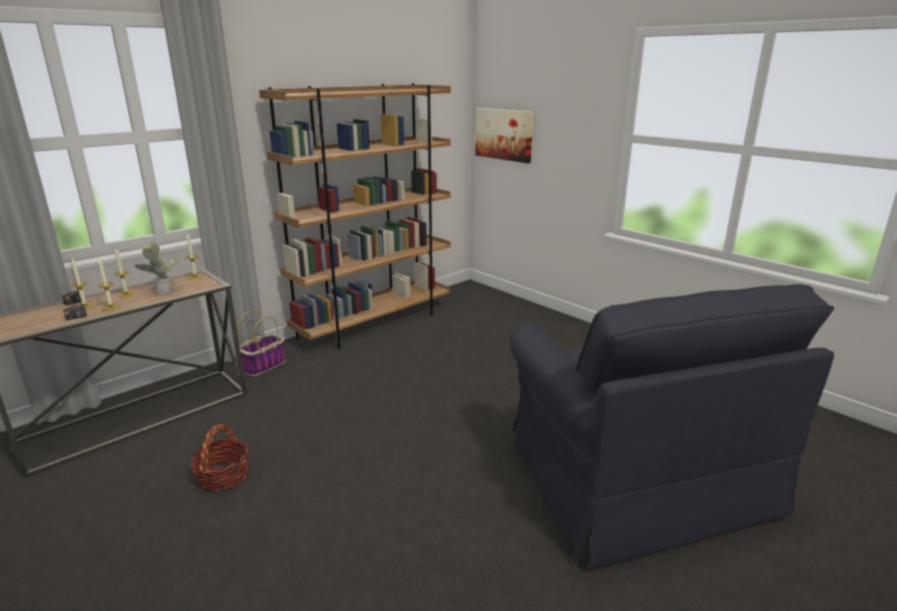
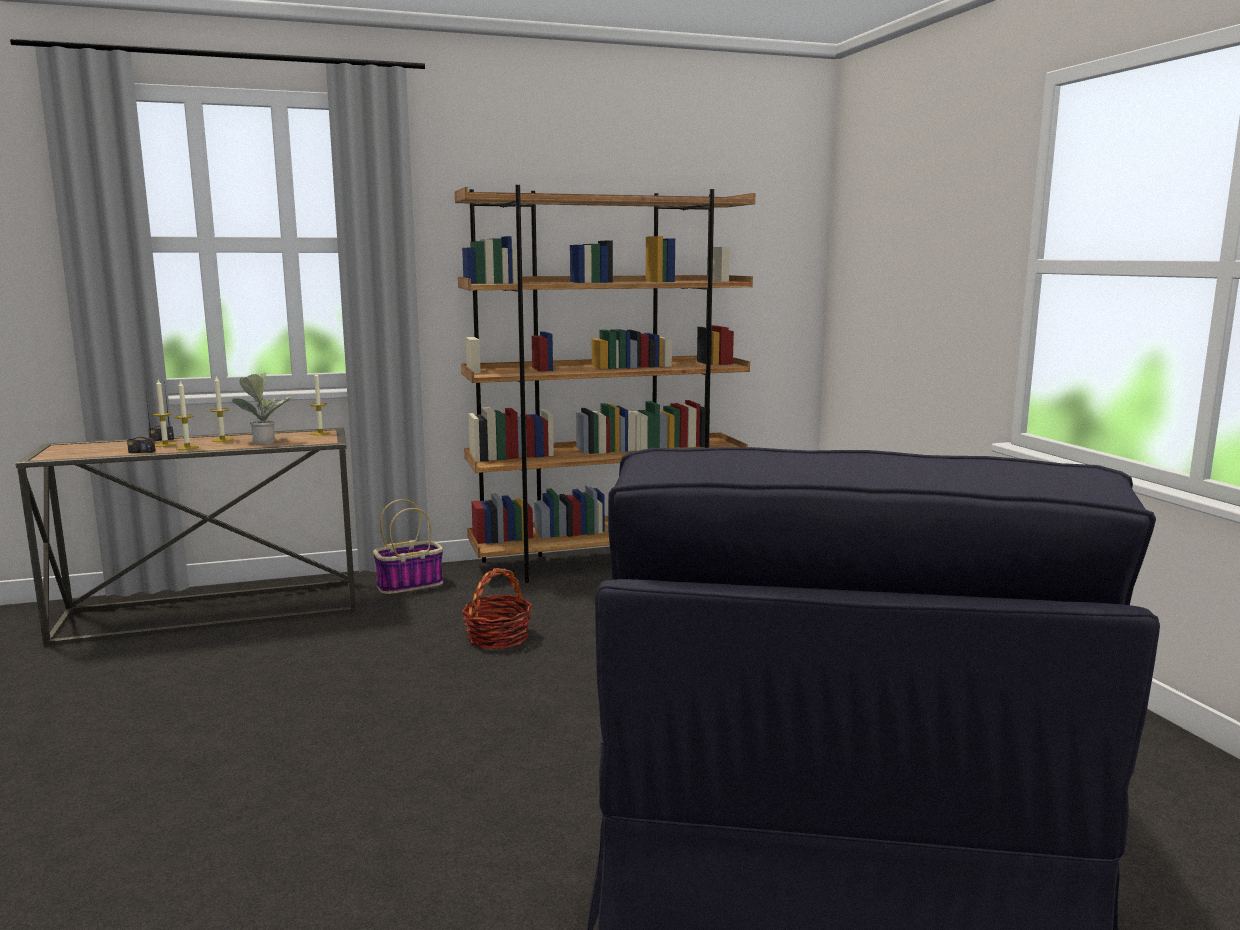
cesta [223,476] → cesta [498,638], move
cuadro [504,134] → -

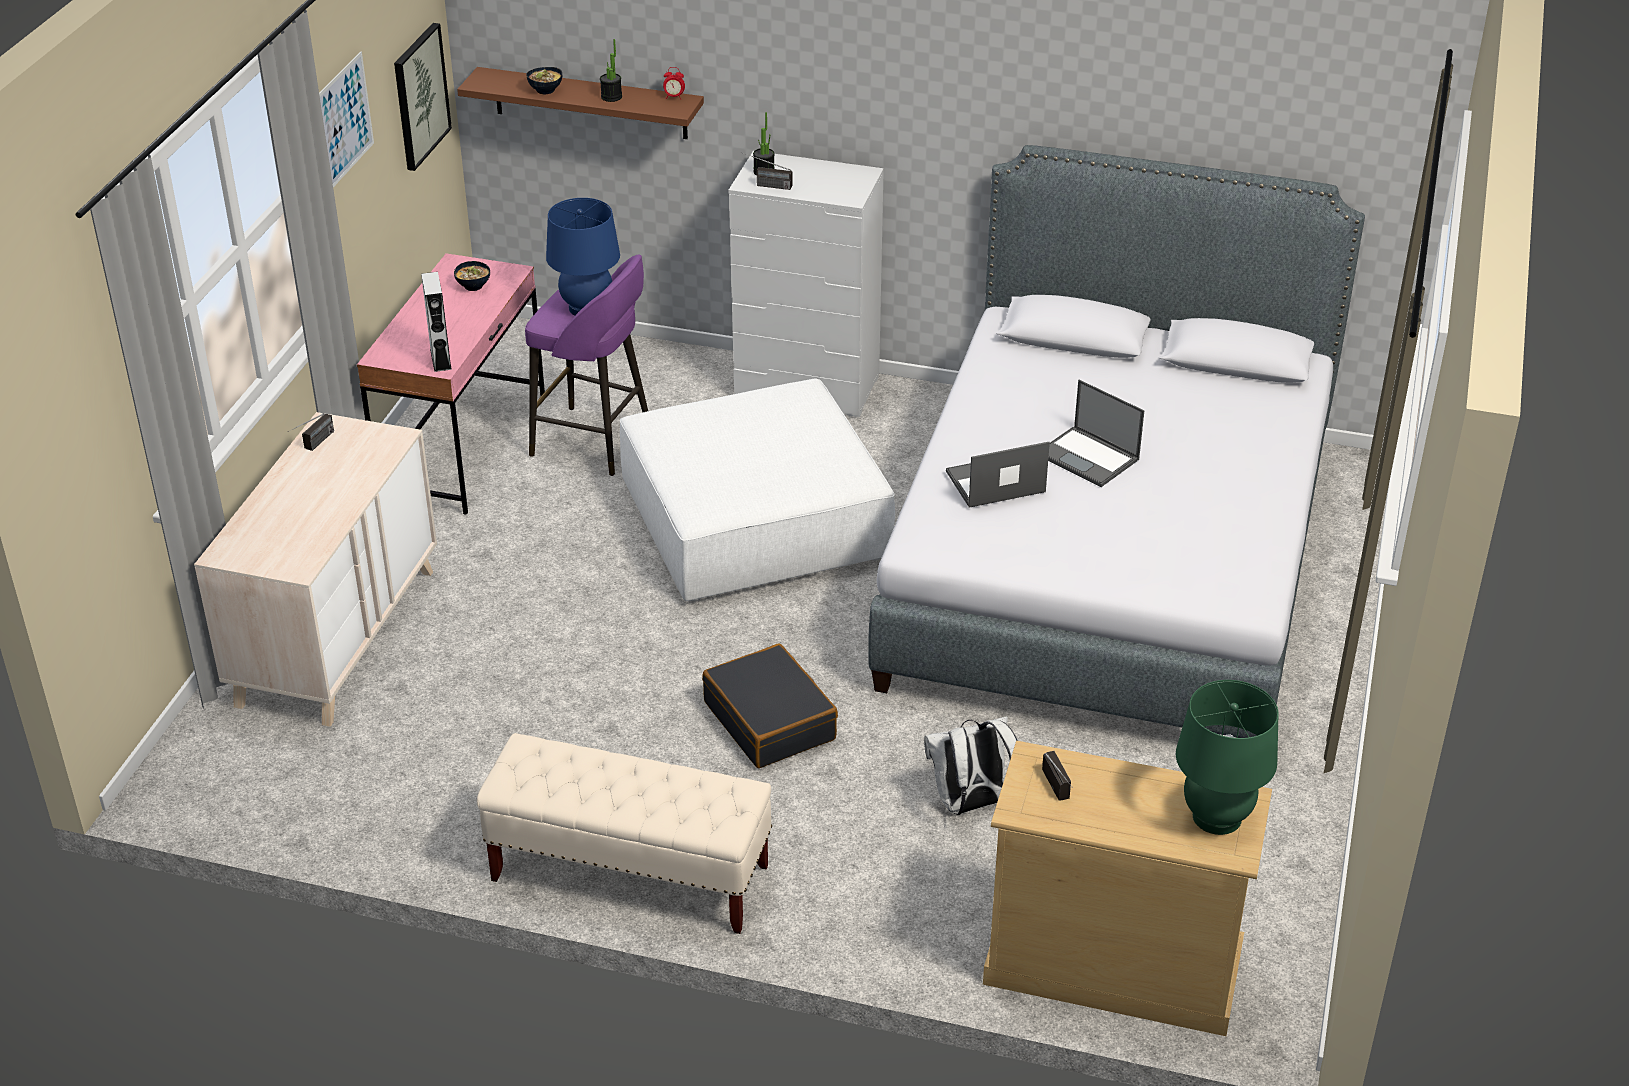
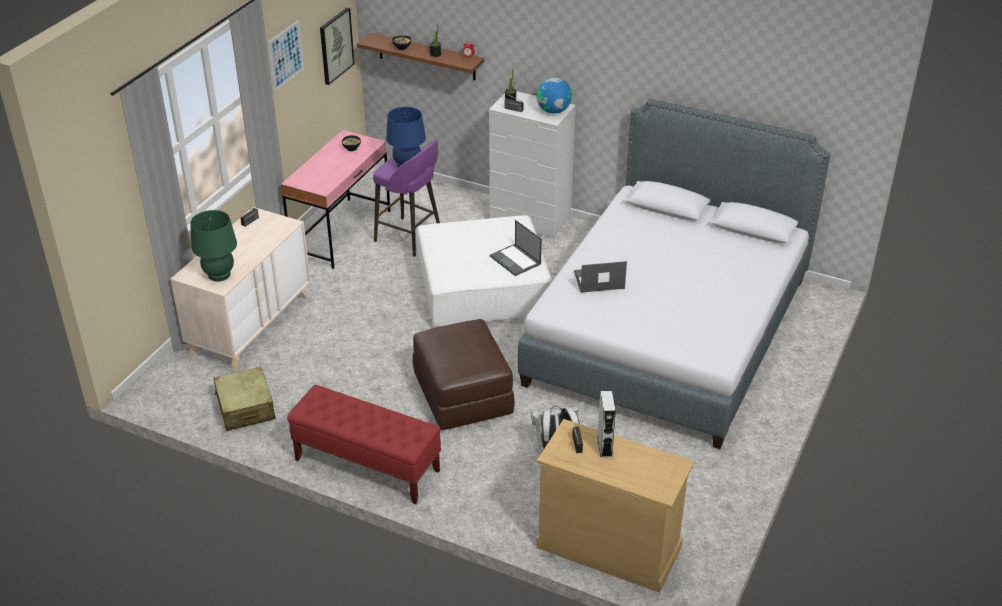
altavoz (gris) [440,359] → altavoz (gris) [604,446], move
banco (beis) [629,874] → banco (rojo) [367,465]
maleta (negro) [770,720] → puf (marrón) [462,395]
portátil [1089,457] → portátil [516,260], move
lámpara de mesa (verde) [1217,817] → lámpara de mesa (verde) [219,275], move
- → maleta (beis) [245,408]
- → globo terráqueo [553,110]

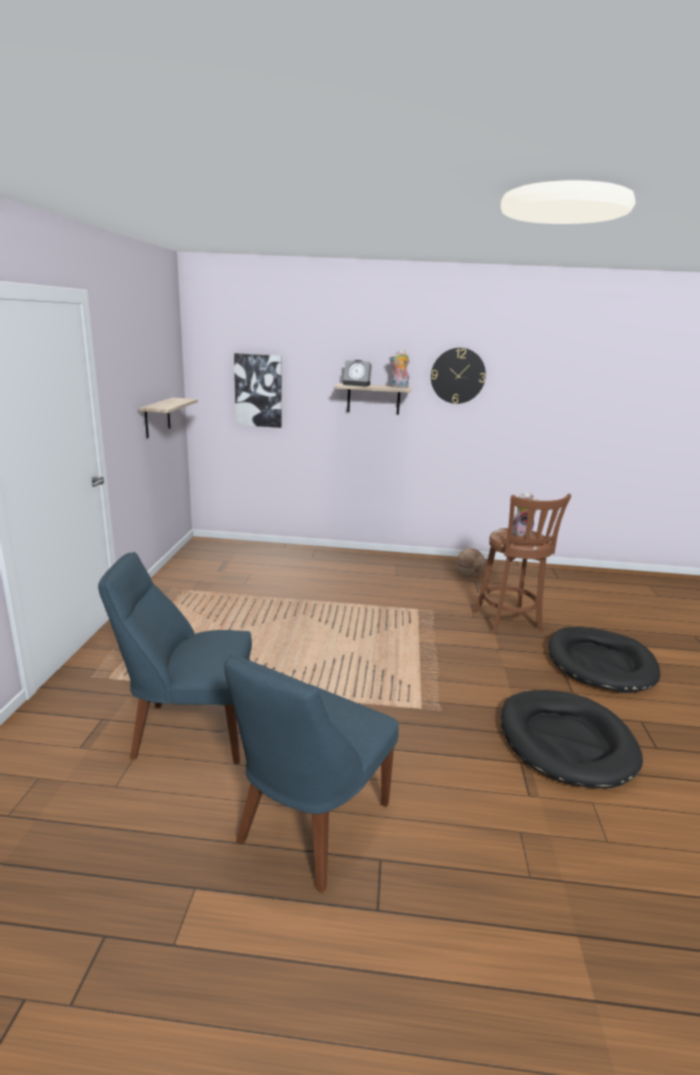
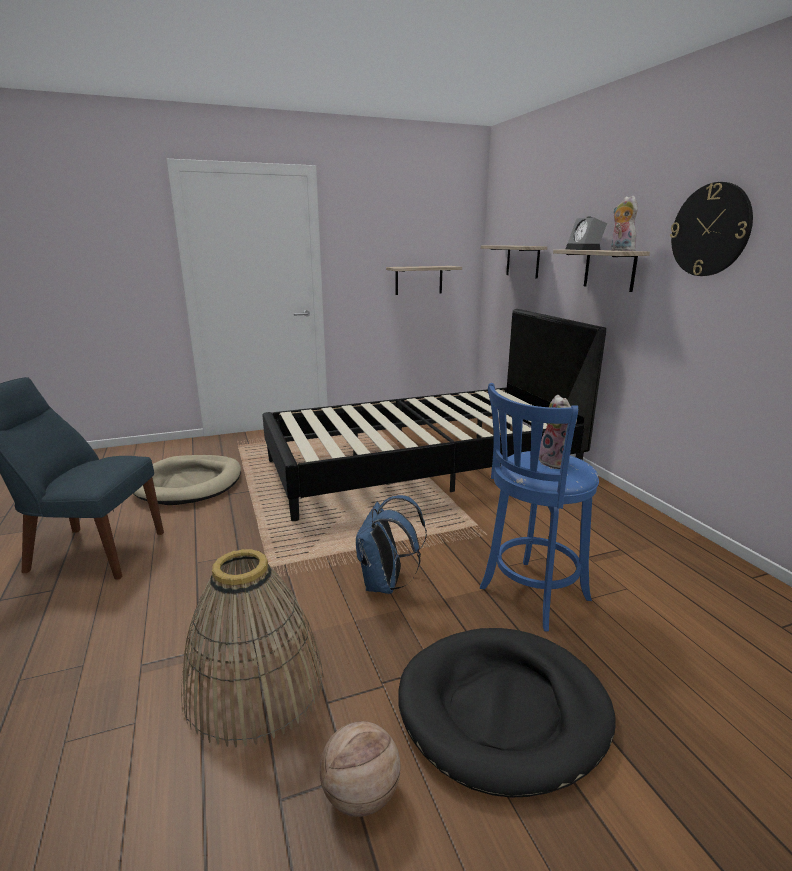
silla (azul) [188,731] → cama para perro (beis) [190,483]
cuadro [258,390] → estante [522,261]
balón de baloncesto [469,574] → balón de baloncesto [361,795], move
taburete (marrón) [509,622] → taburete (azul) [530,596]
cama para perro (negro) [565,741] → cesta [255,686]
- → cama (negro) [423,466]
- → mochila (azul) [385,584]

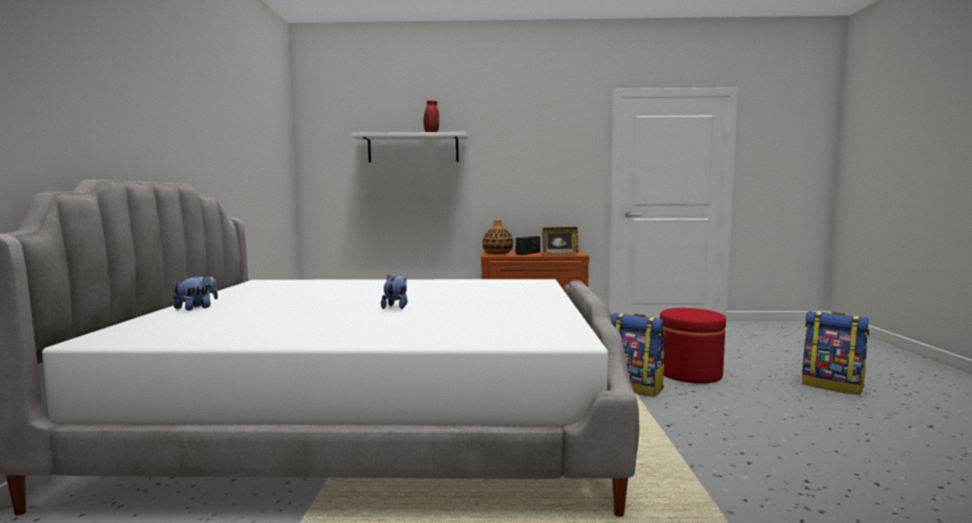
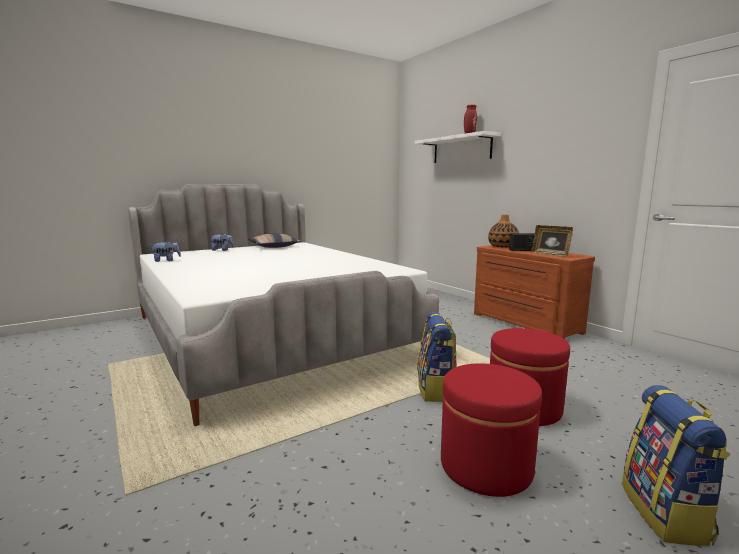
peluche [396,307] → peluche [166,261], move
- → cojín [274,246]
- → puf (rojo) [486,466]

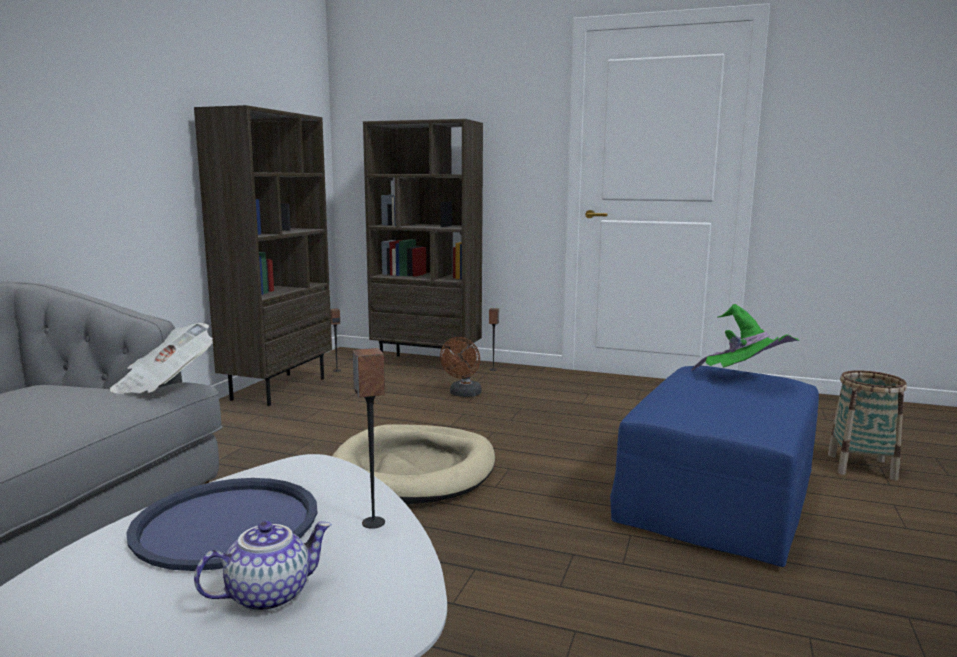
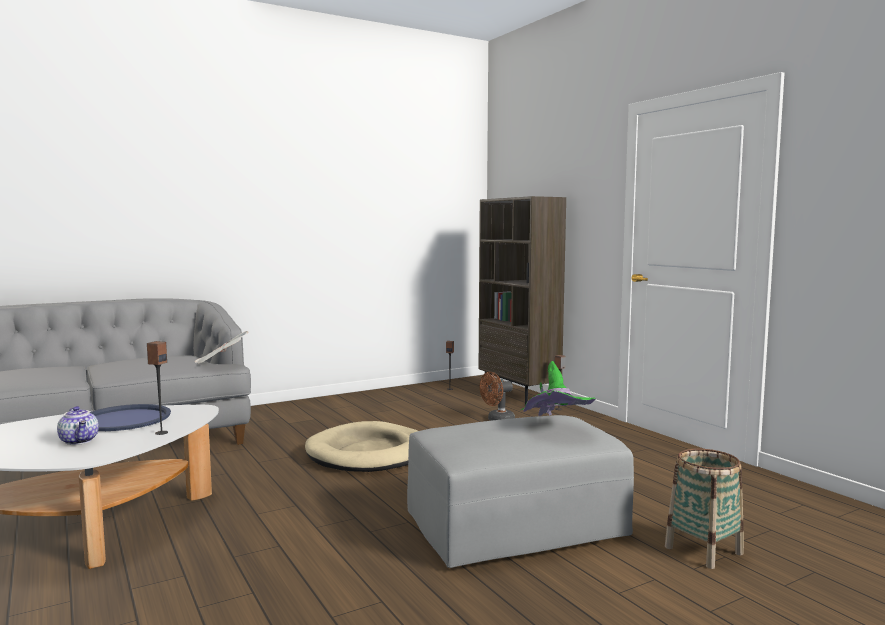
estantería (marrón) [278,388] → -
tetera [269,594] → tetera [80,441], 45 degrees clockwise
puf (azul) [718,499] → puf (gris) [515,526]

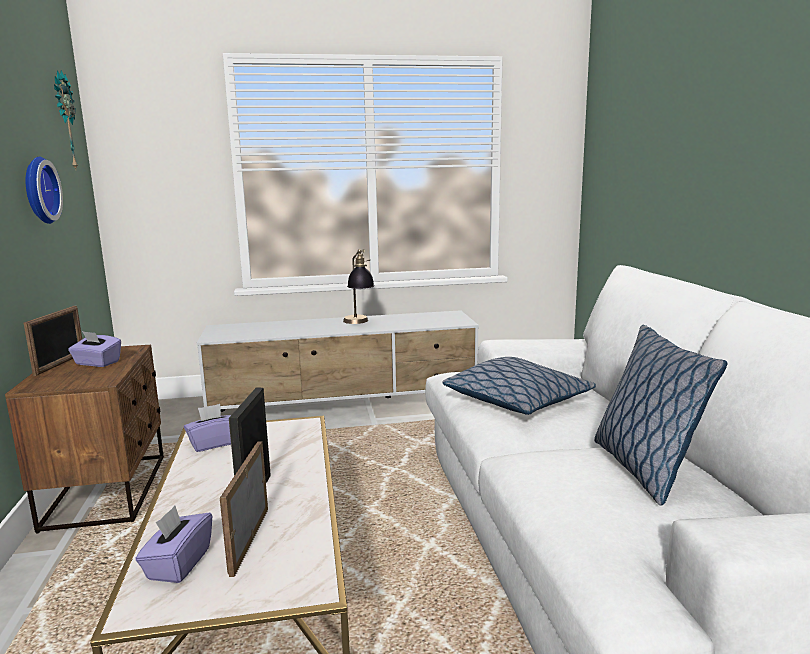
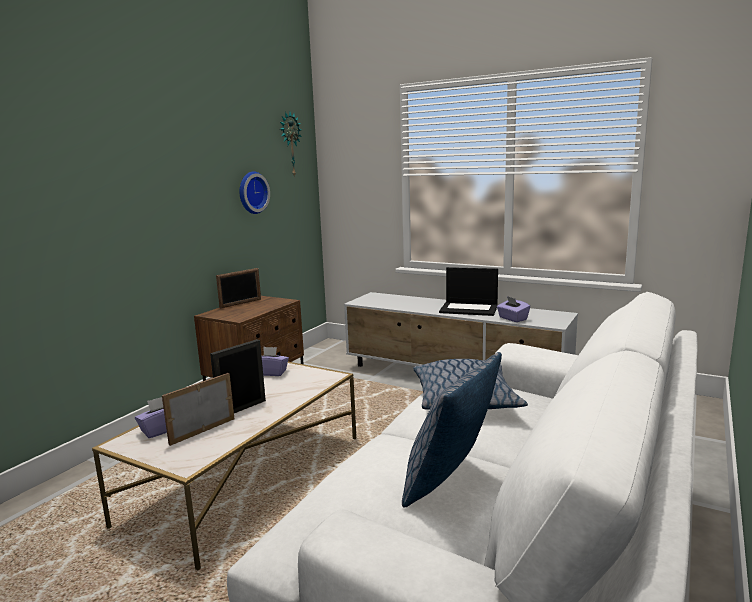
caja de pañuelos (morado) [97,363] → caja de pañuelos (morado) [512,319], move
lámpara de mesa [359,323] → portátil [469,309]

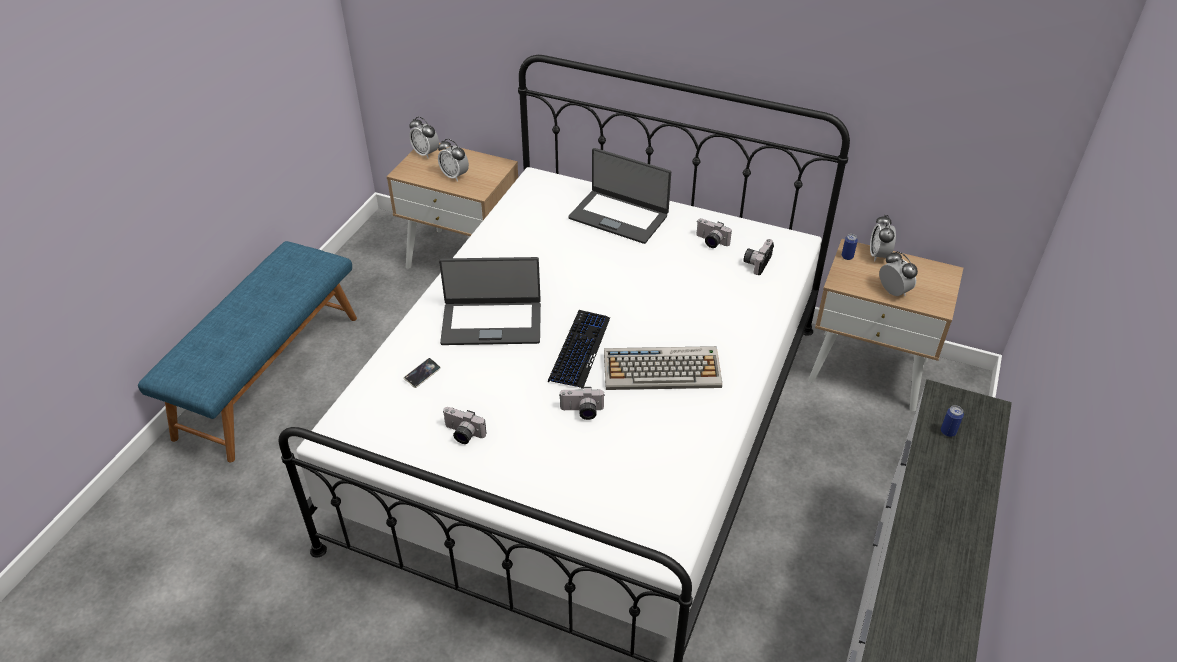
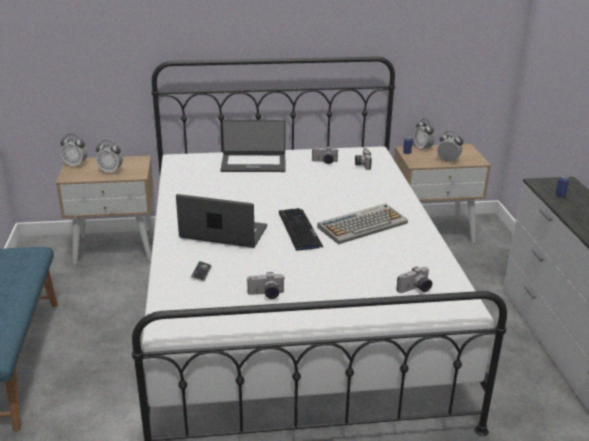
portátil [491,322] → portátil [223,233], 135 degrees counterclockwise
cámara [582,412] → cámara [415,289], move

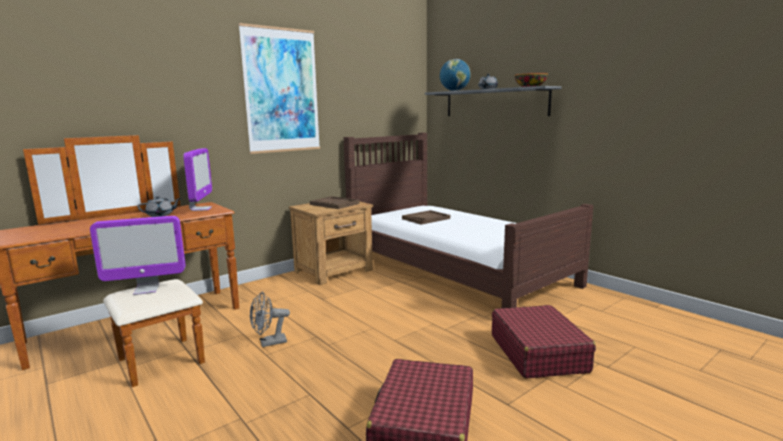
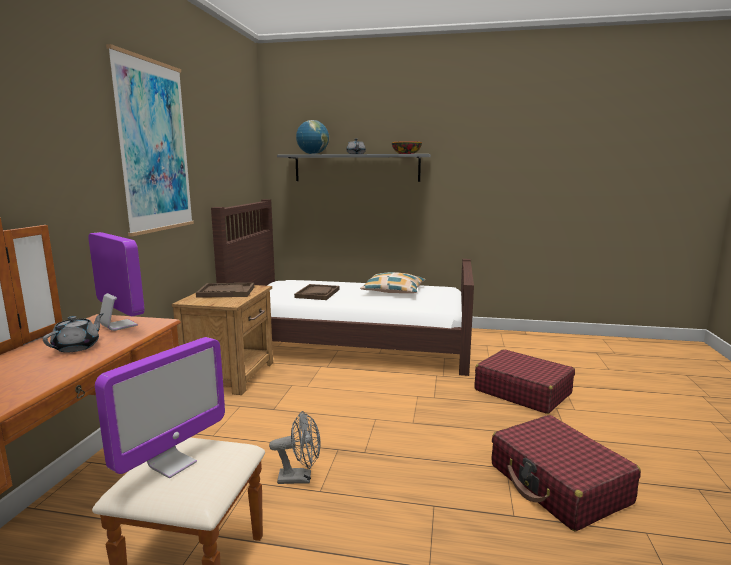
ventilador (gris) [269,343] → ventilador (gris) [300,478], 120 degrees counterclockwise
- → cojín [394,291]

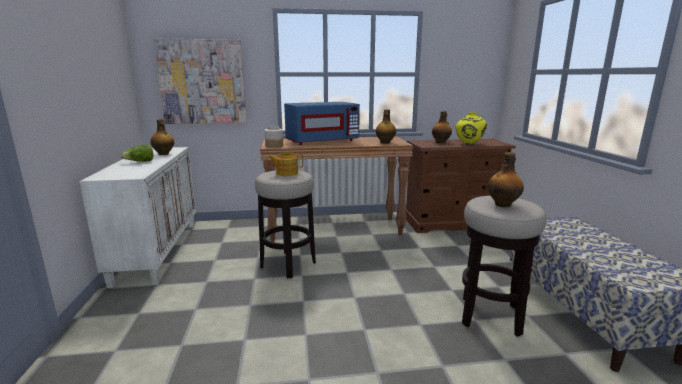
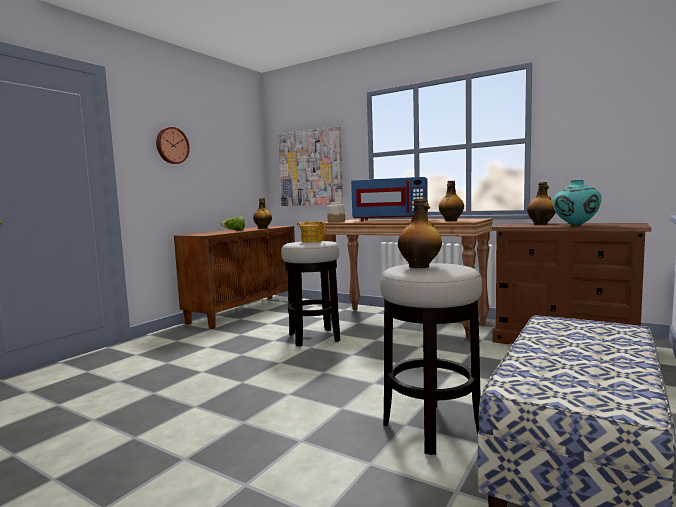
armario (blanco) [157,251] → armario (marrón) [244,311]
florero (amarillo) [469,144] → florero (turquesa) [575,225]
- → reloj de pared [171,145]

